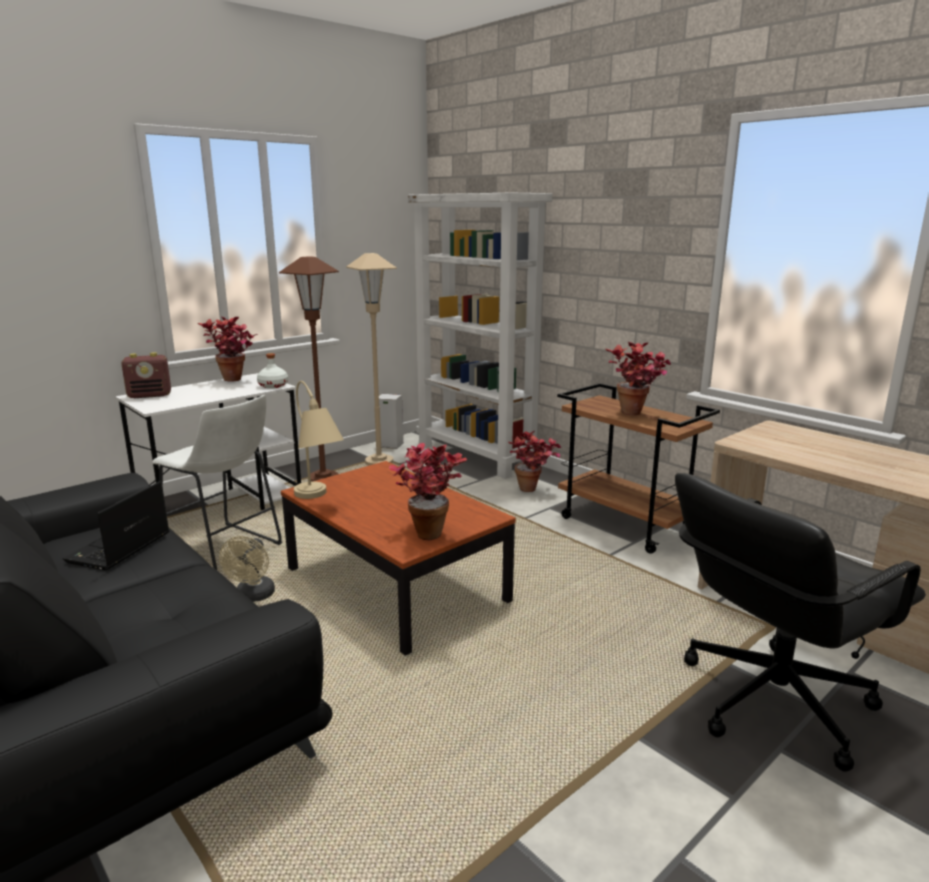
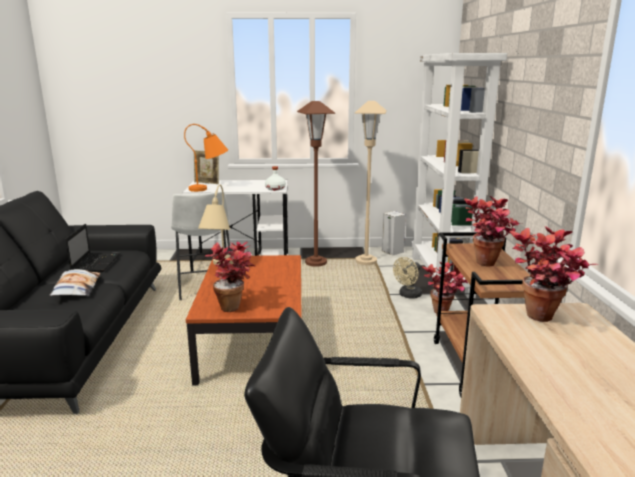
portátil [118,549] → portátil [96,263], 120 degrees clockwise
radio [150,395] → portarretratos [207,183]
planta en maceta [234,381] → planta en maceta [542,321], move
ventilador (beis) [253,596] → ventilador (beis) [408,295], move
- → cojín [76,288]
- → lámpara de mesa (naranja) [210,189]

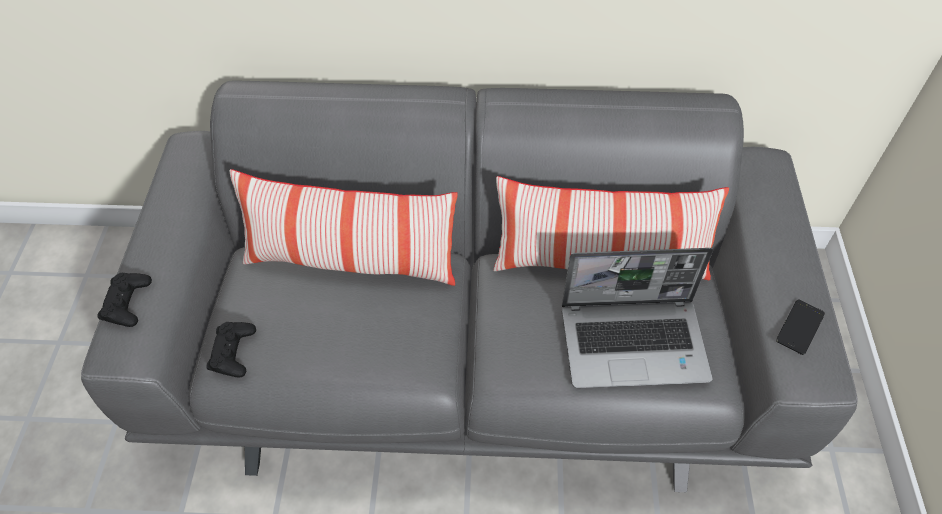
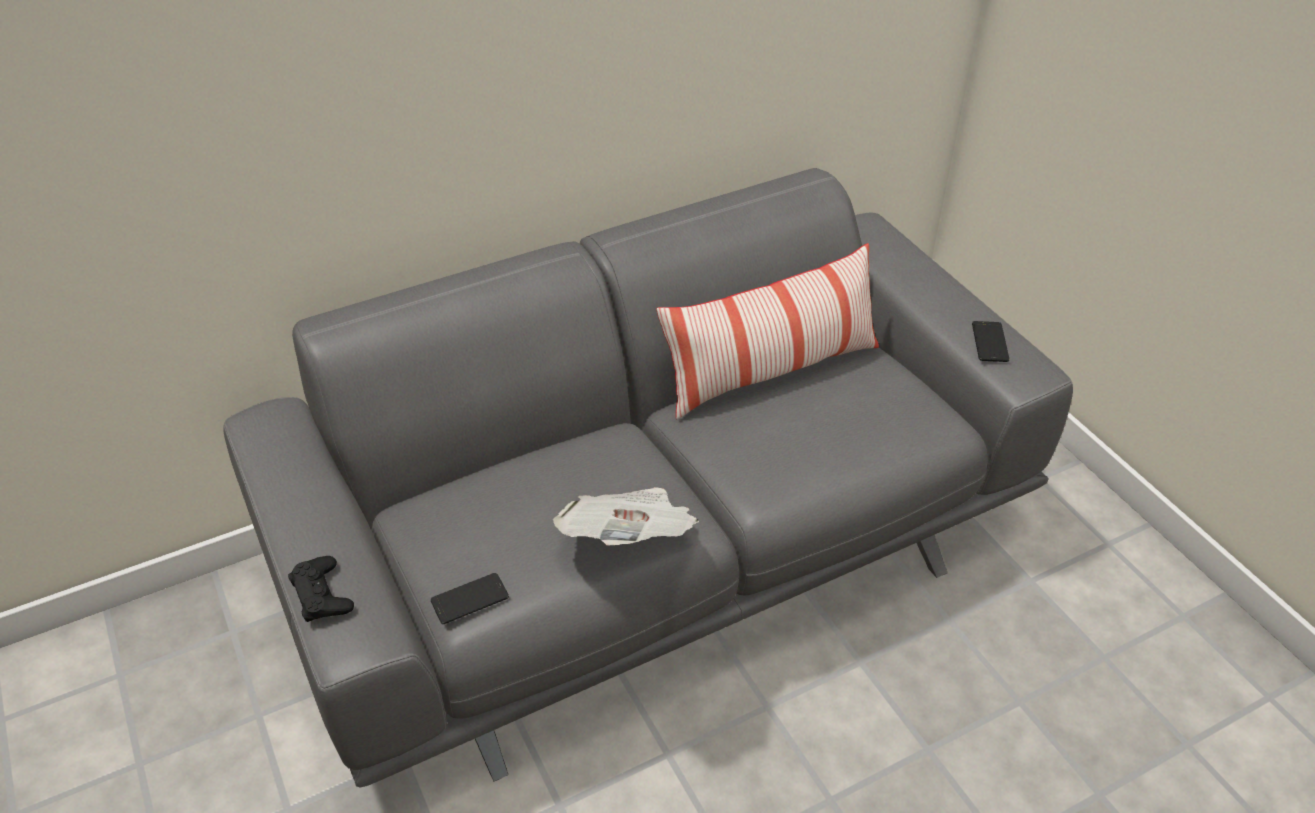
mando de consola (negro) [233,352] → móvil [469,599]
cojín [351,261] → -
portátil [635,342] → -
- → periódico [629,539]

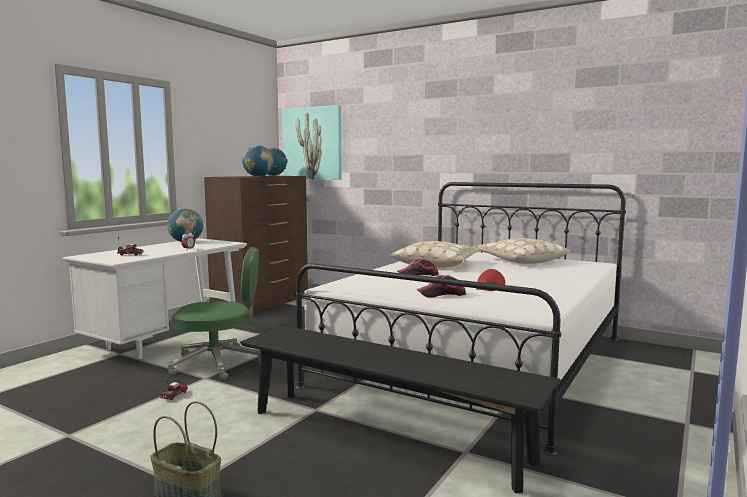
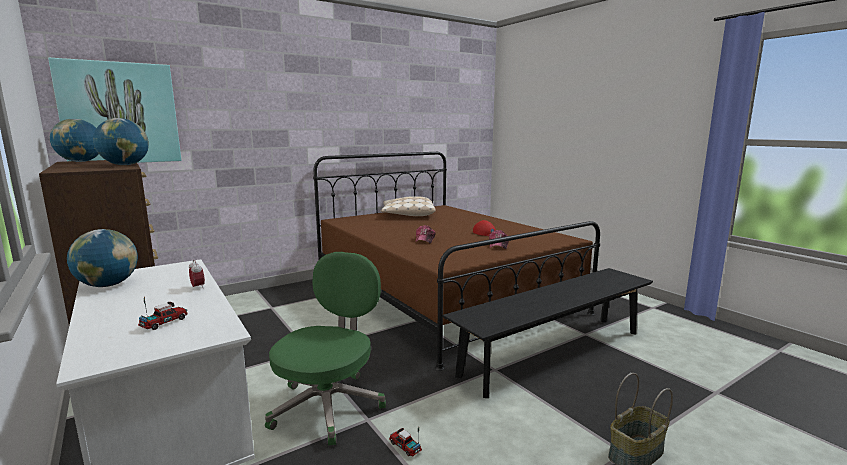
cama (blanco) [476,360] → cama (marrón) [442,294]
cojín (beis) [435,264] → -

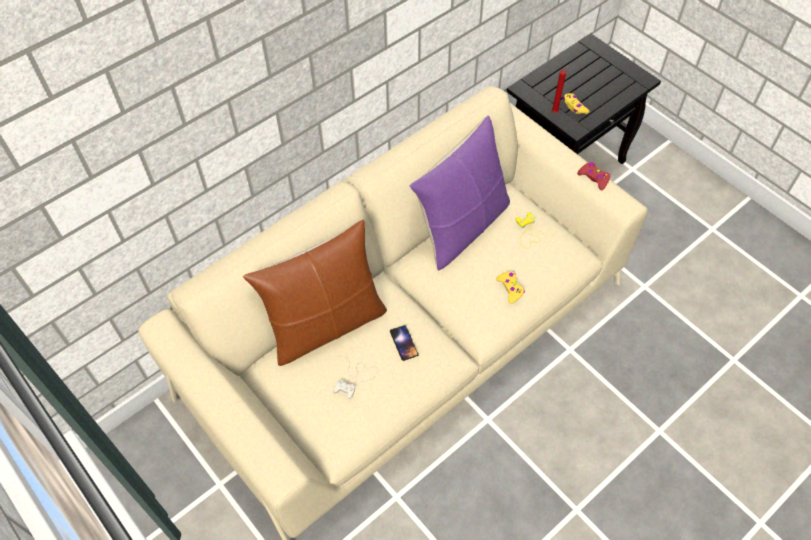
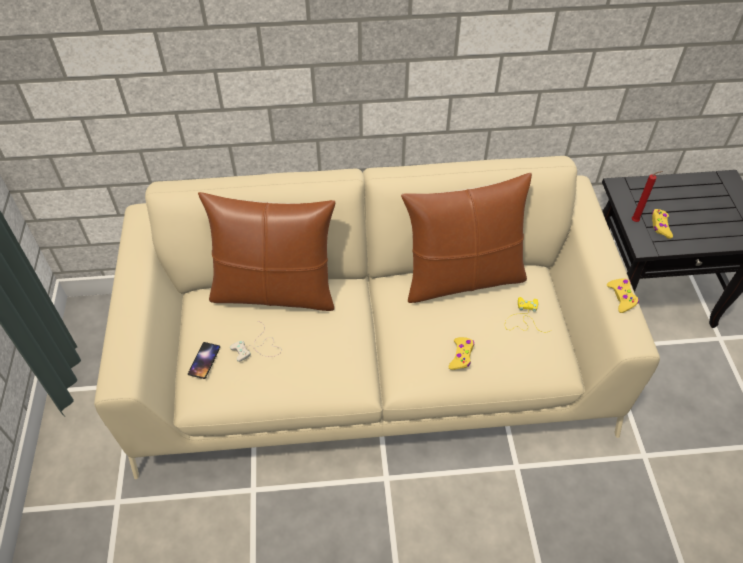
móvil [404,343] → móvil [204,360], move
cojín (morado) [461,227] → cojín (marrón) [462,278]
mando de consola (rojo) [594,178] → mando de consola (amarillo) [621,297]

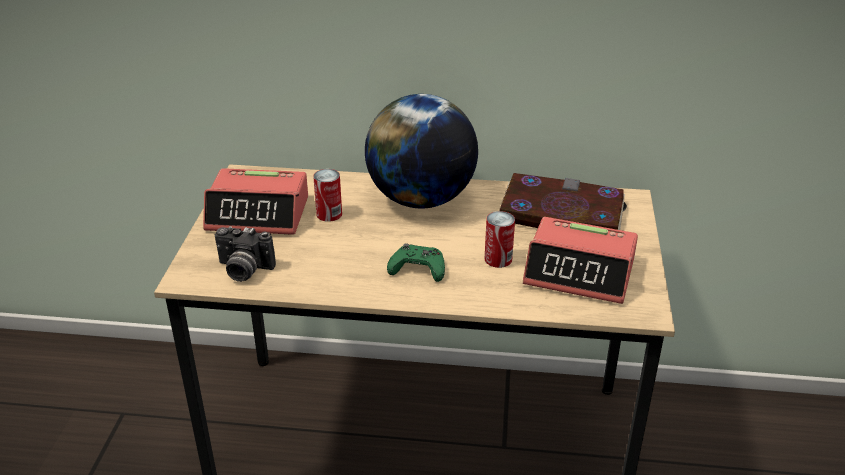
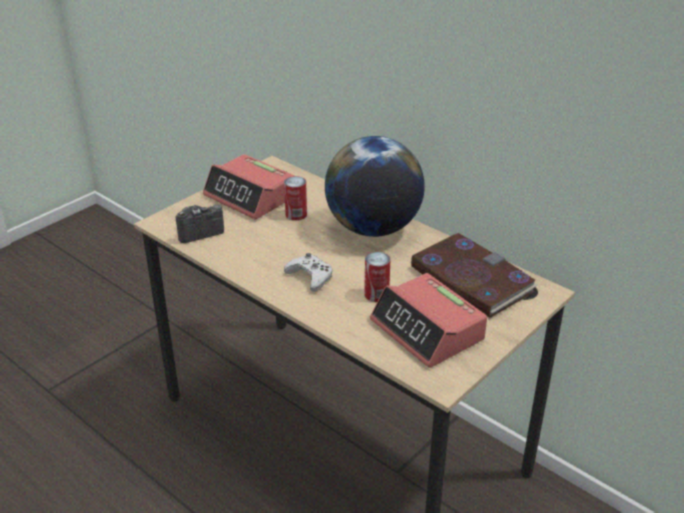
cámara [243,270] → cámara [198,231], 105 degrees clockwise
mando de consola (verde) [418,269] → mando de consola (blanco) [310,277]

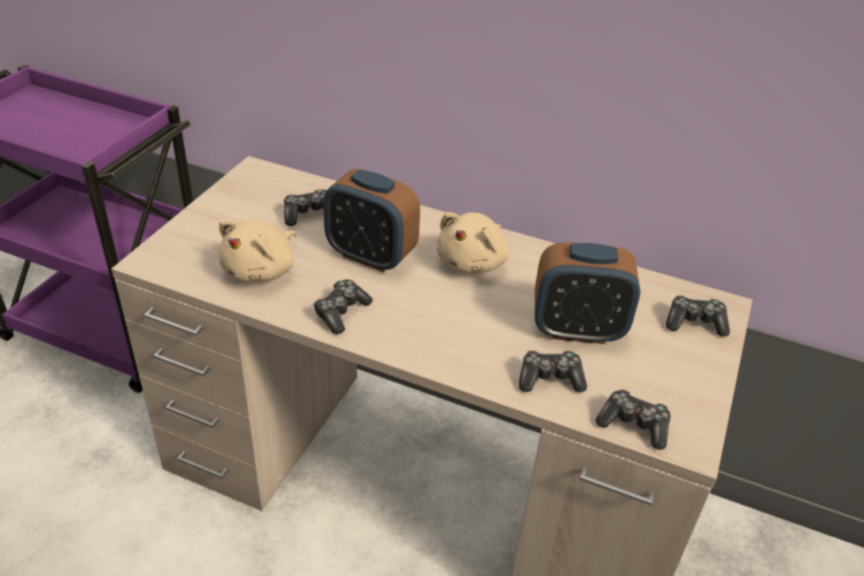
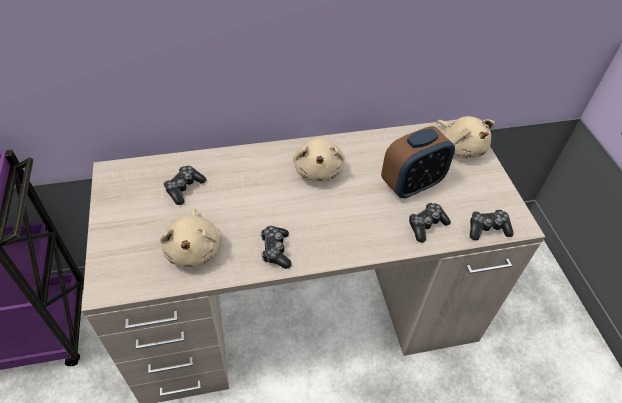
despertador [370,256] → -
mando de consola [694,323] → peluche (beis) [460,147]

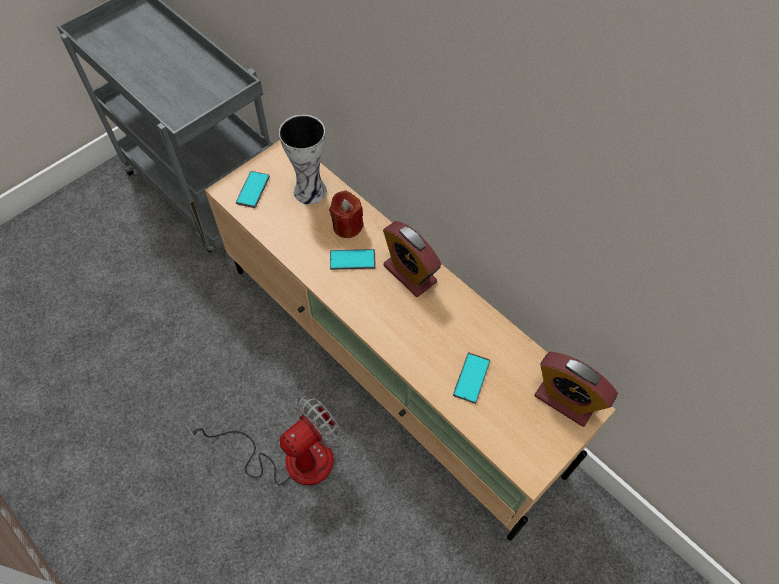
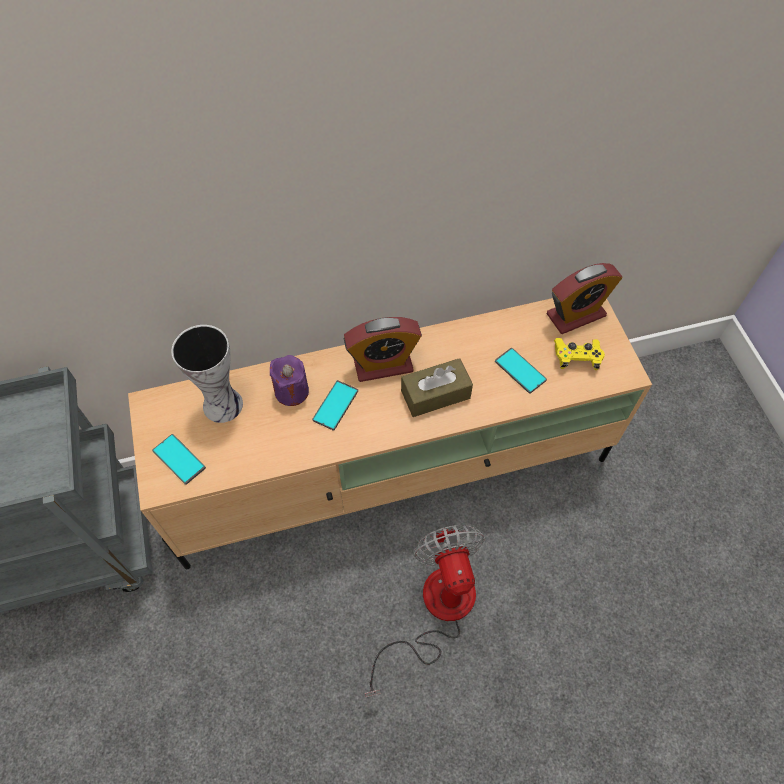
vela (rojo) [347,226] → vela (morado) [291,391]
- → caja de pañuelos (marrón) [435,394]
- → mando de consola (amarillo) [576,358]

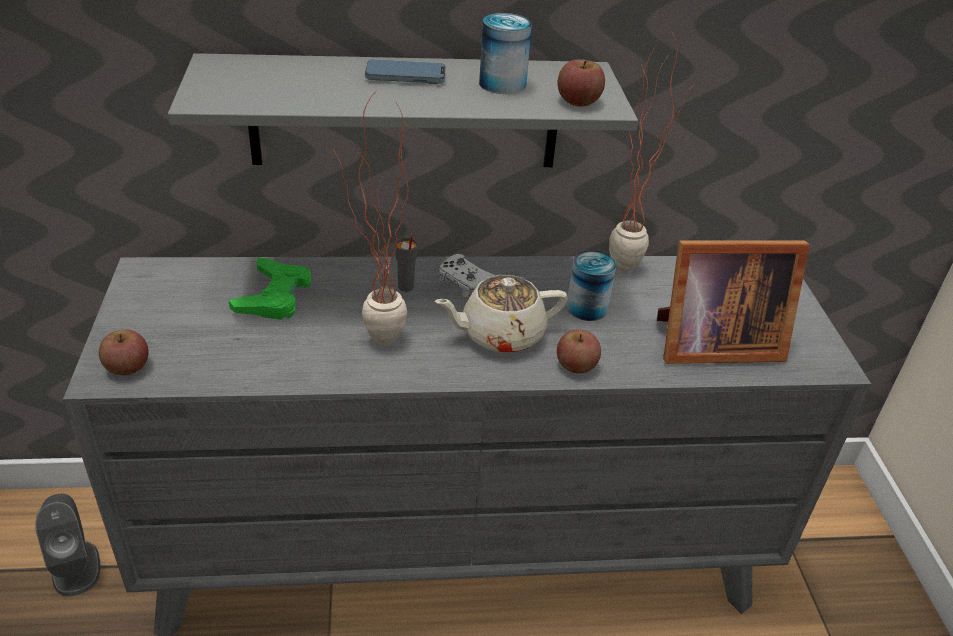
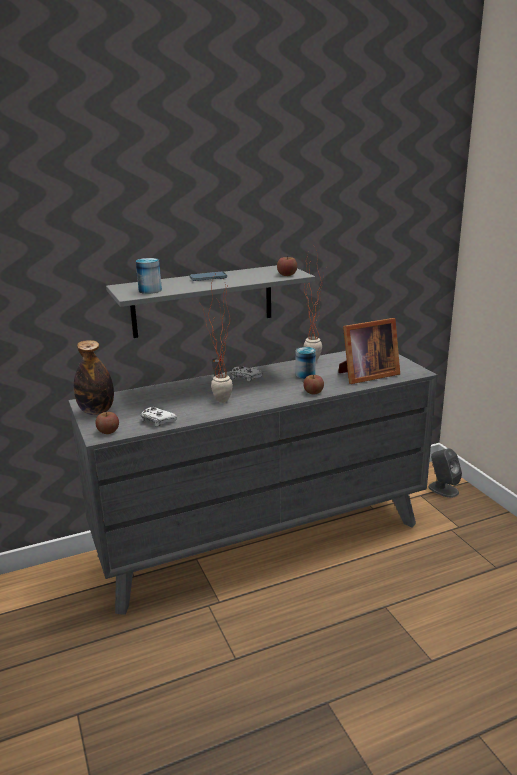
altavoz (gris) [76,567] → altavoz (gris) [443,489], move
mando de consola (verde) [274,296] → -
tetera (beis) [500,334] → -
lata [502,84] → lata [150,290], move
- → botella [96,411]
- → mando de consola (blanco) [157,420]

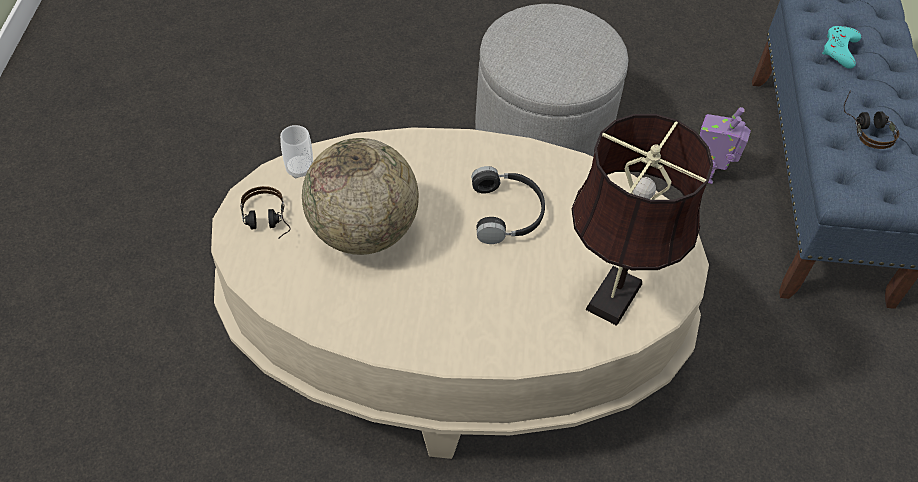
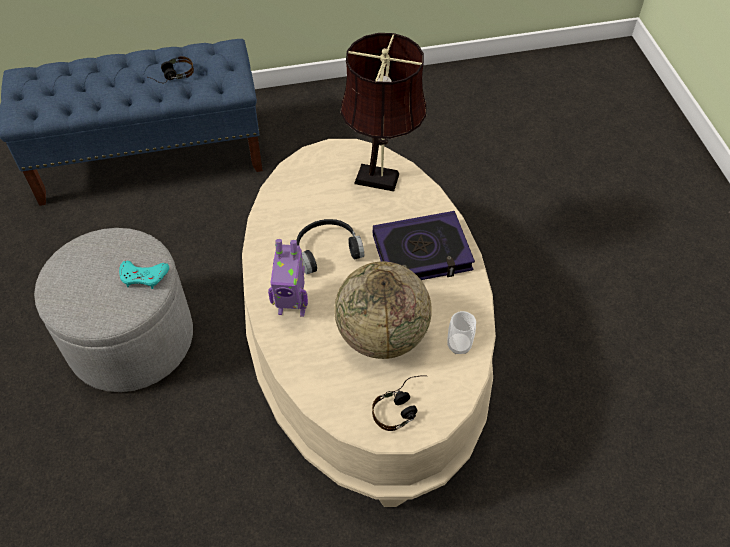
taza [299,169] → taza [459,345], move
robot de juguete [709,173] → robot de juguete [292,307], move
mando de consola (turquesa) [840,50] → mando de consola (turquesa) [144,276], move
- → libro [422,253]

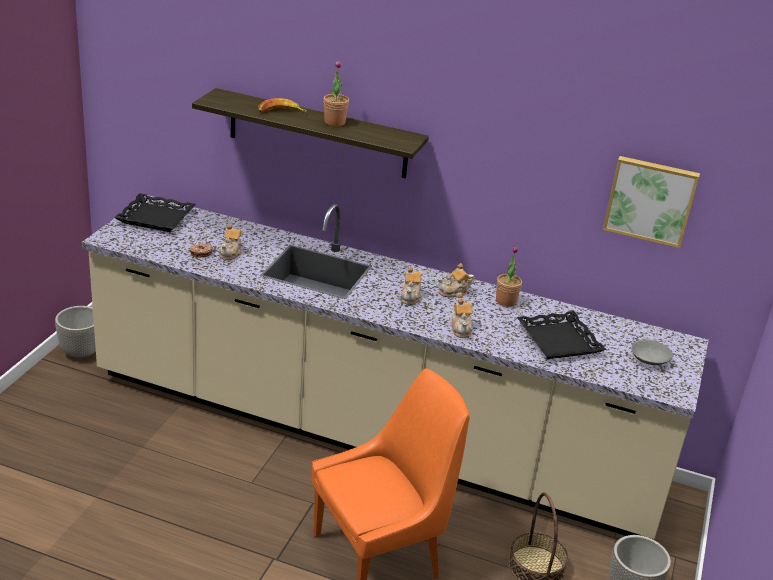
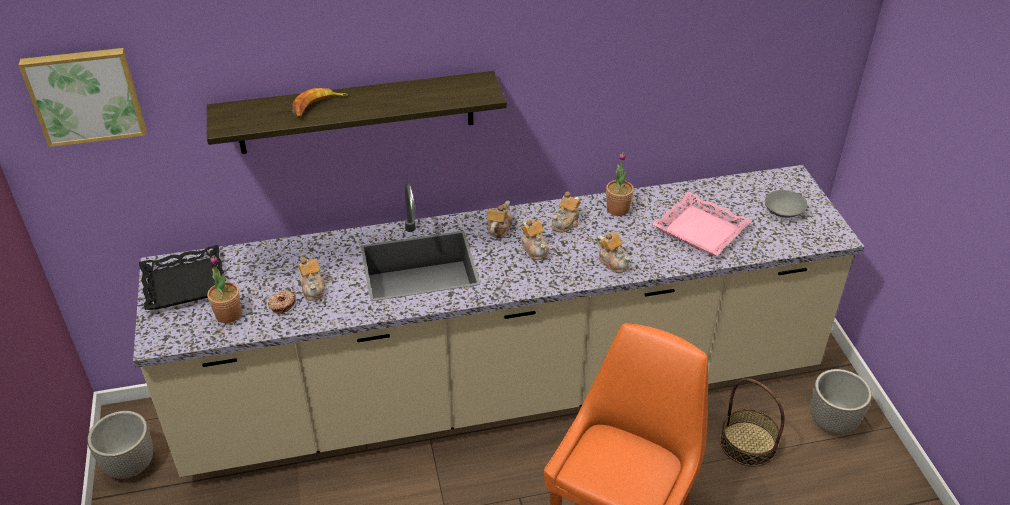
planta en maceta [334,122] → planta en maceta [228,314], move
bandeja (negro) [558,341] → bandeja (rosa) [700,230]
cuadro [650,200] → cuadro [85,95], move
- → tetera [499,228]

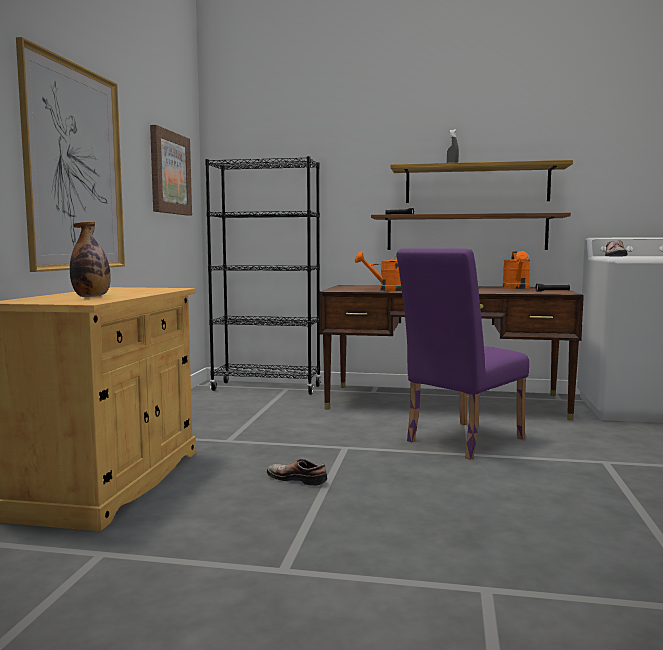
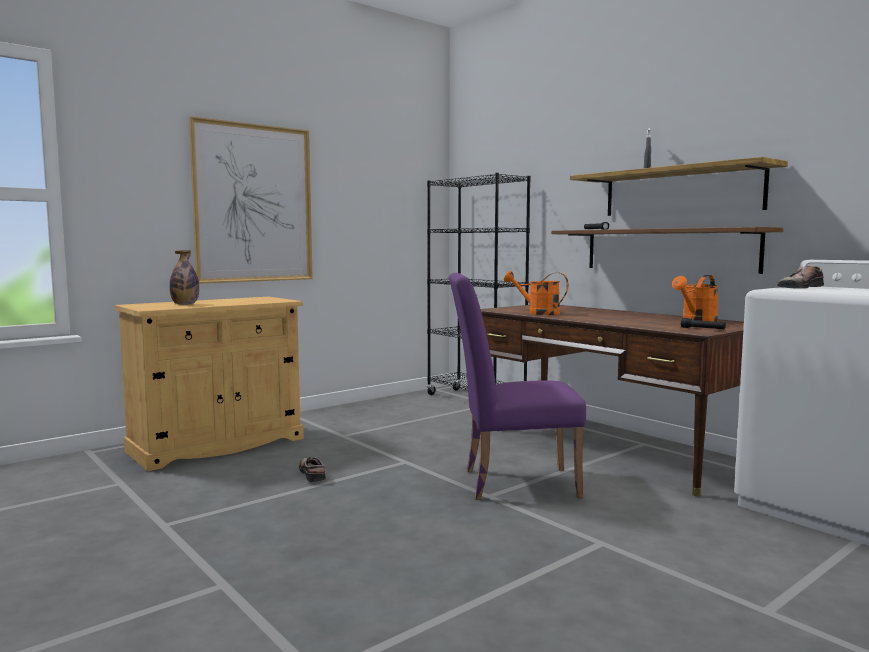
cuadro [169,173] → -

